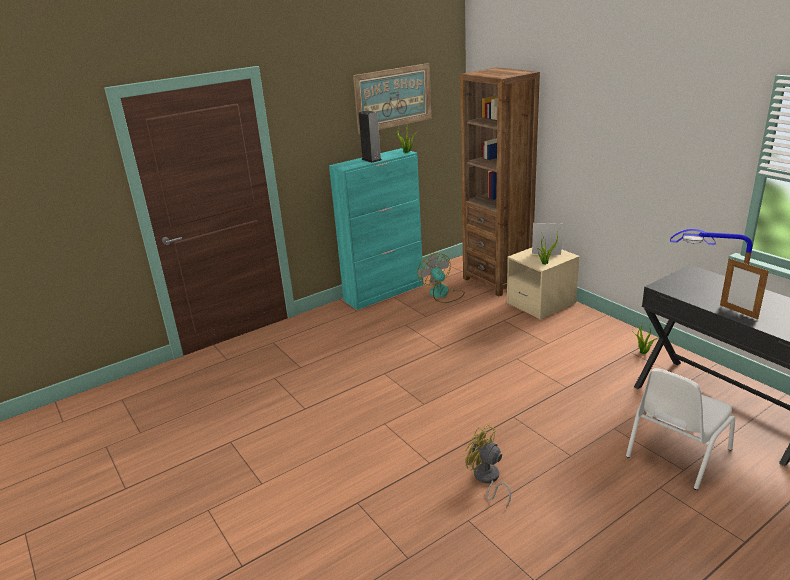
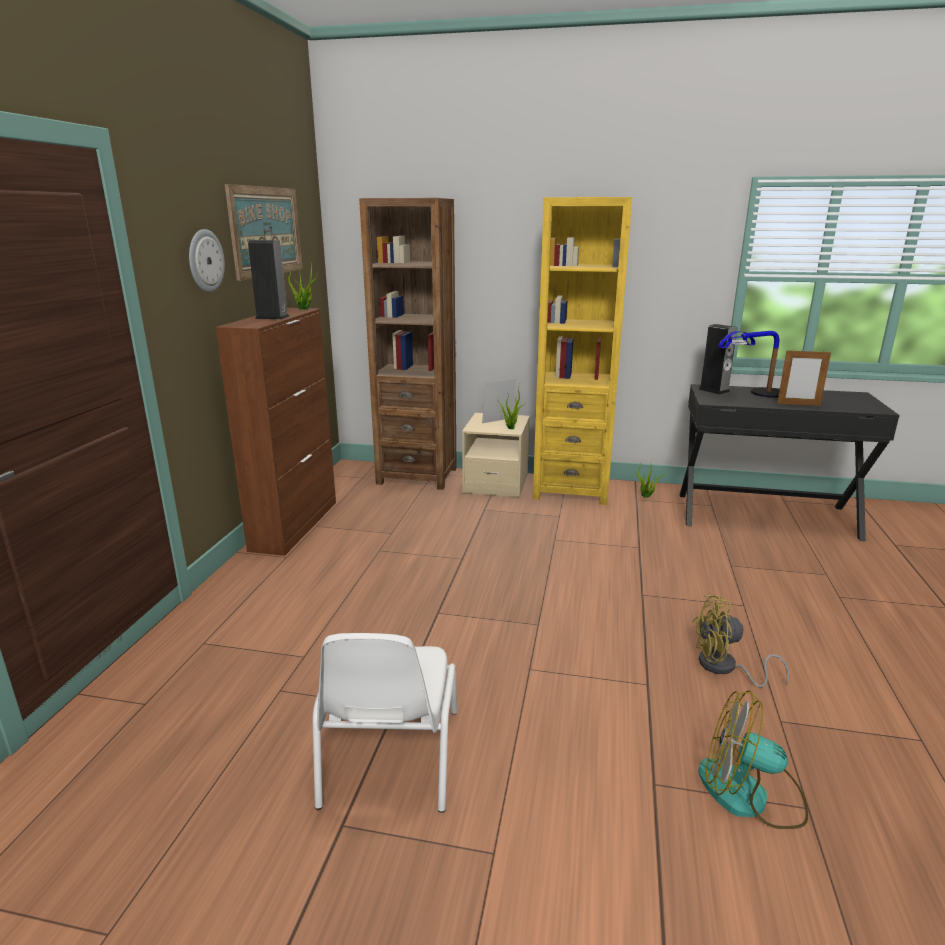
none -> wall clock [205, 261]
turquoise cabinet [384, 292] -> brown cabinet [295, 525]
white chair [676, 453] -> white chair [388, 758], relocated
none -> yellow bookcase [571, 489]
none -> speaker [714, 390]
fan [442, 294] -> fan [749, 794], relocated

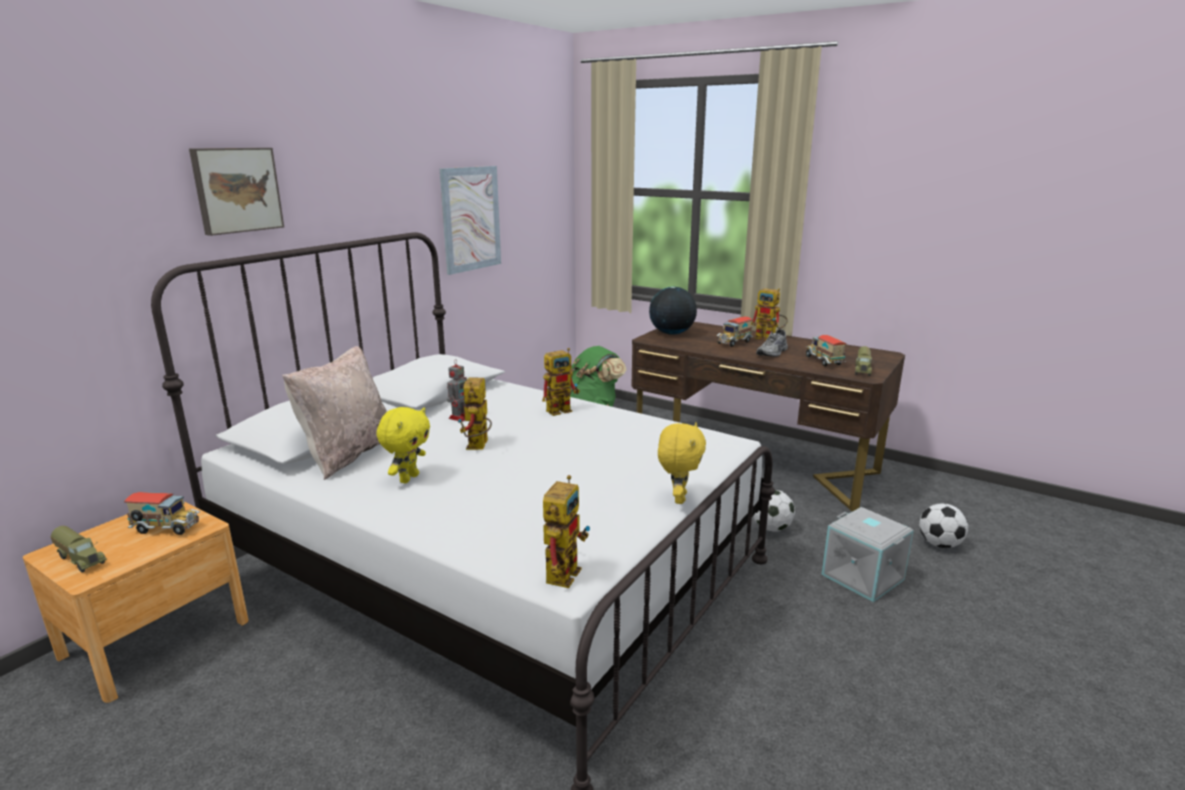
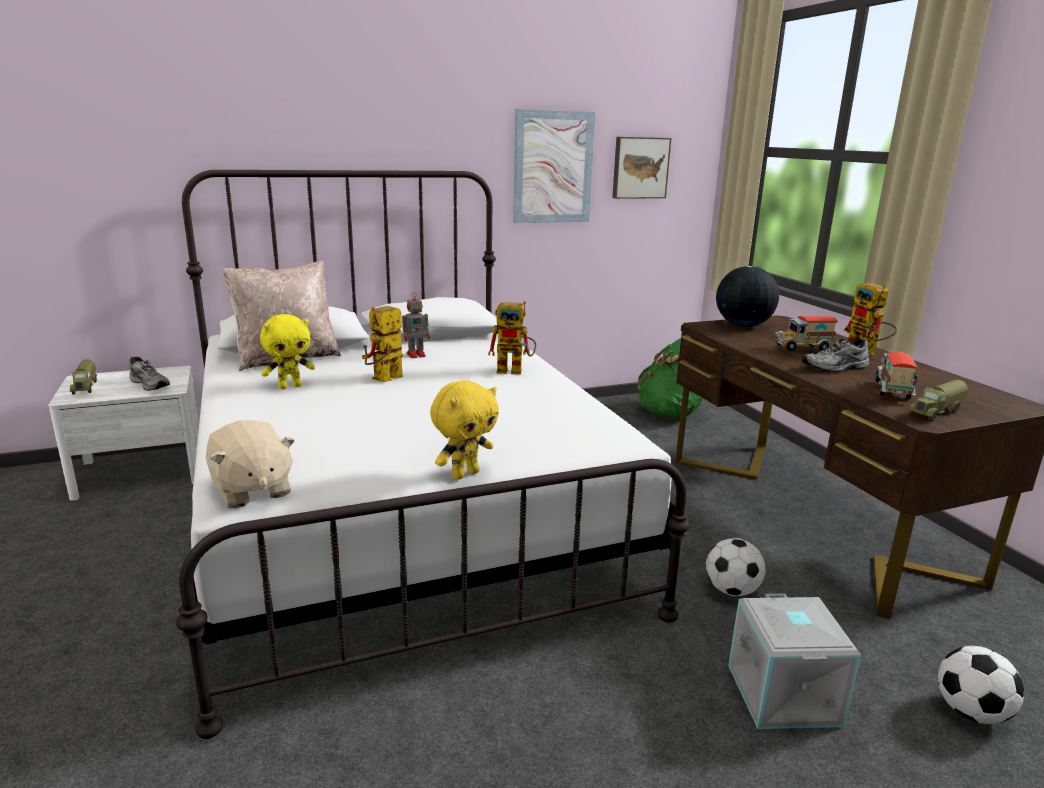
brown nightstand [156, 638] -> white nightstand [141, 472]
toy truck [166, 529] -> grey shoe [151, 384]
toy robot [563, 570] -> beige plush toy [251, 490]
picture [236, 190] -> picture [639, 167], relocated

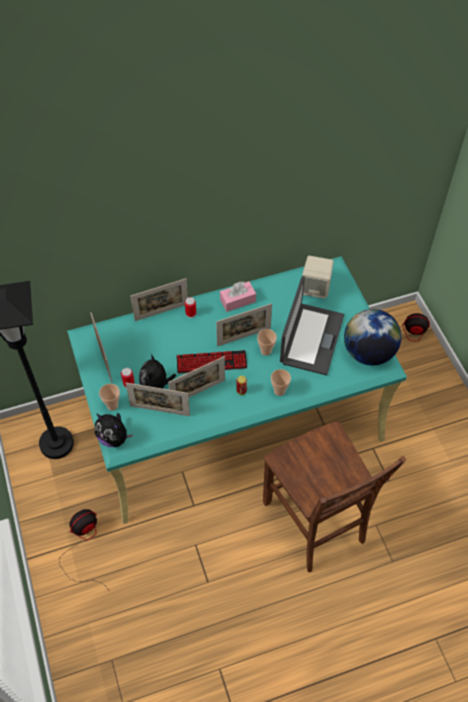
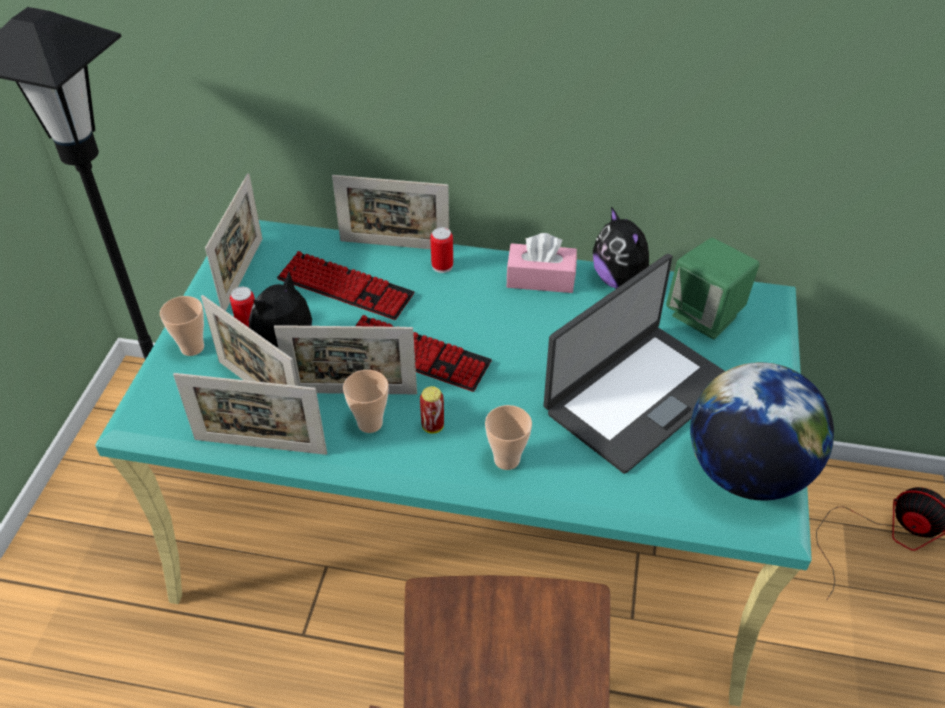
picture frame [244, 337] -> picture frame [260, 446], relocated
none -> keyboard [345, 287]
cup [266, 351] -> cup [370, 423], relocated
plush toy [114, 438] -> plush toy [620, 280], relocated
beige speaker [315, 288] -> green speaker [705, 316]
fan [83, 544] -> none

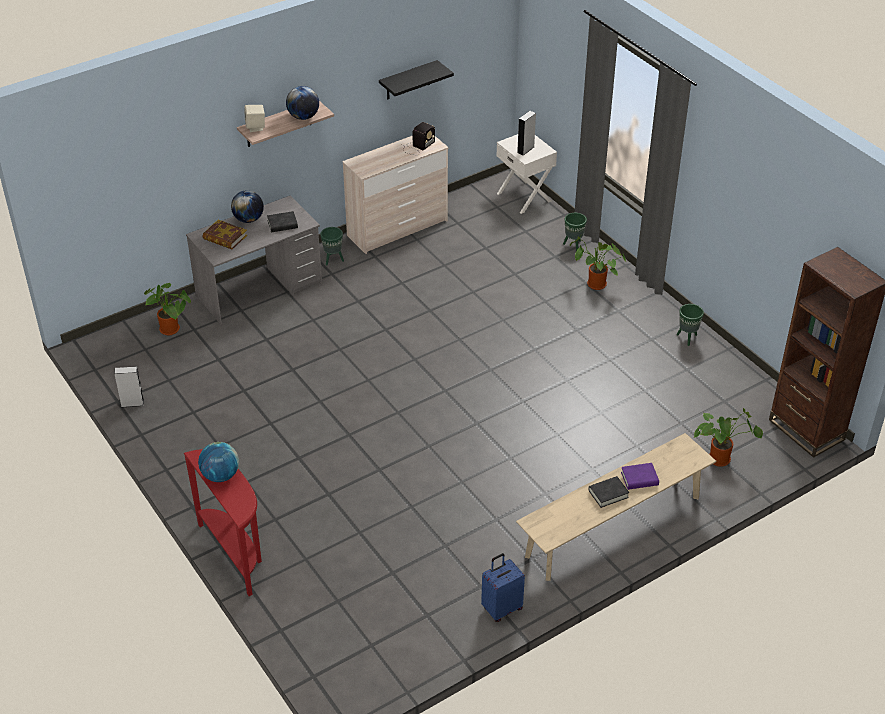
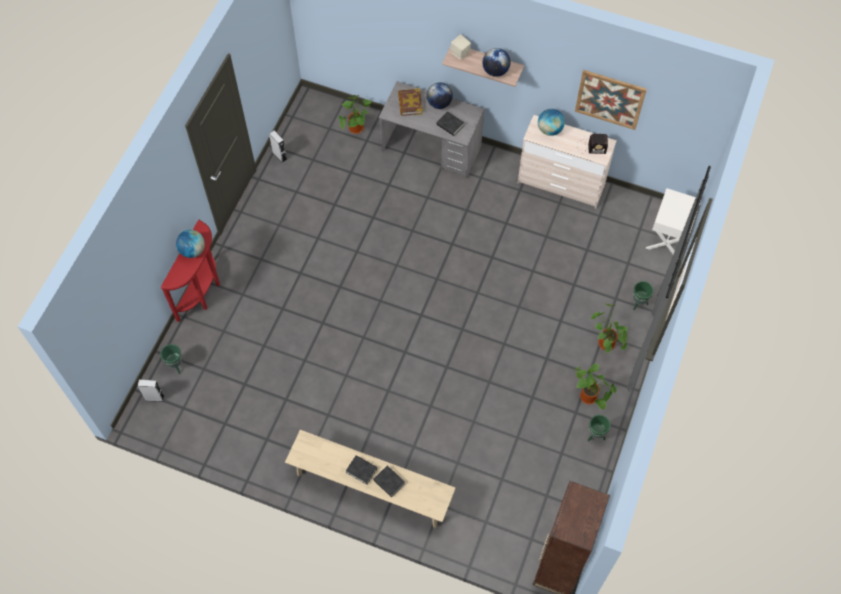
grey speaker [525, 149] -> grey speaker [154, 398], relocated
green planter [333, 260] -> green planter [176, 366], relocated
purple book [639, 479] -> black book [389, 482]
none -> globe [549, 130]
potted plant [721, 458] -> potted plant [590, 397], relocated
black shelf [408, 80] -> picture [610, 99]
blue suitcase [501, 608] -> none

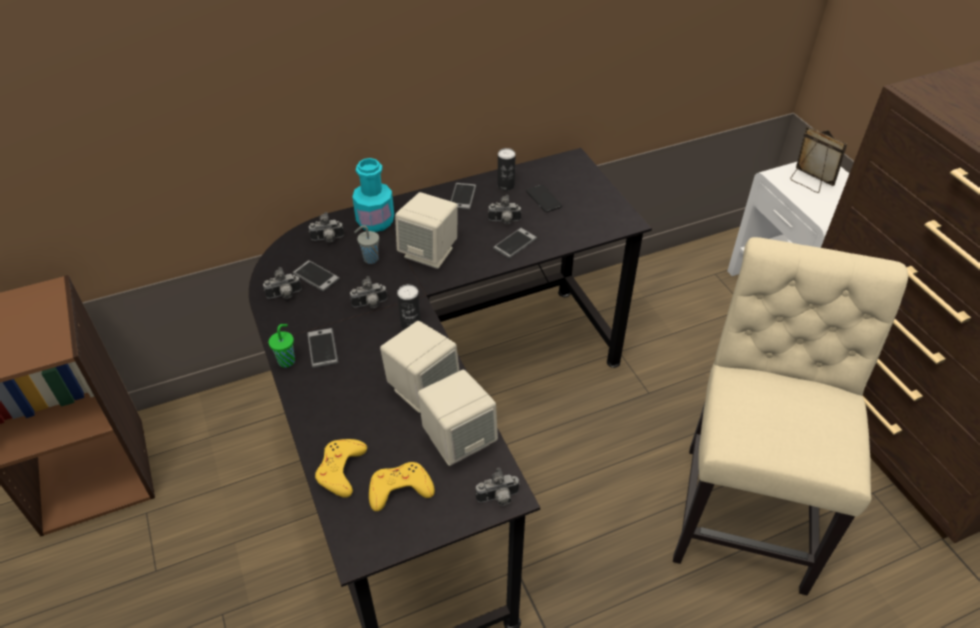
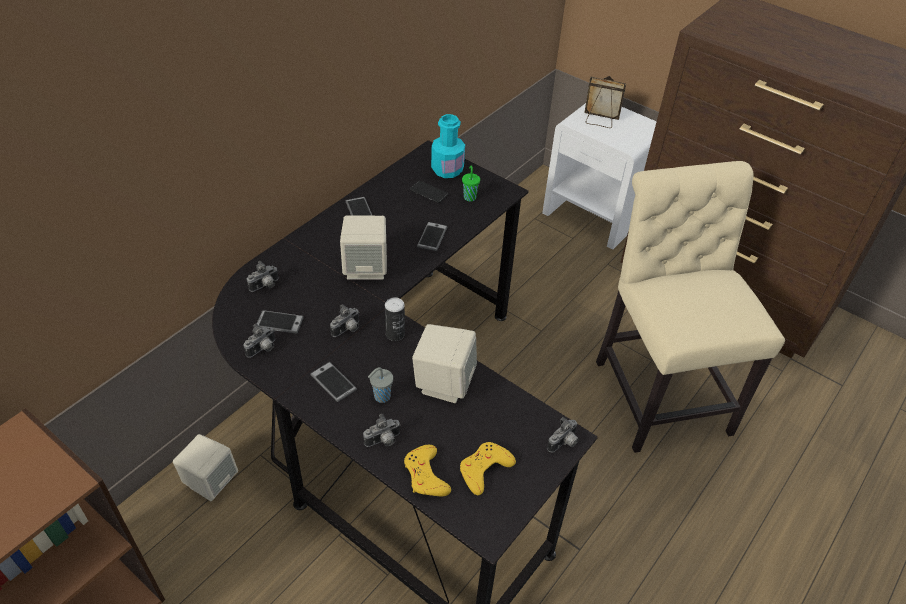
beige speaker [458, 440] -> beige speaker [211, 481], relocated
photo camera [504, 221] -> photo camera [383, 441], relocated
grey cup [370, 259] -> grey cup [381, 397], relocated
turquoise bottle [375, 221] -> turquoise bottle [447, 169], relocated
green cup [287, 360] -> green cup [469, 197], relocated
can [506, 186] -> none

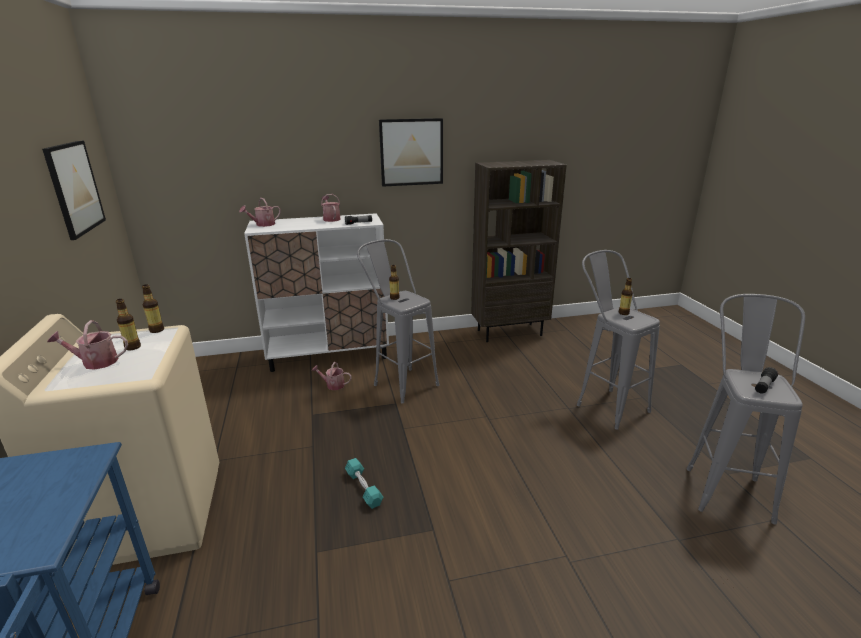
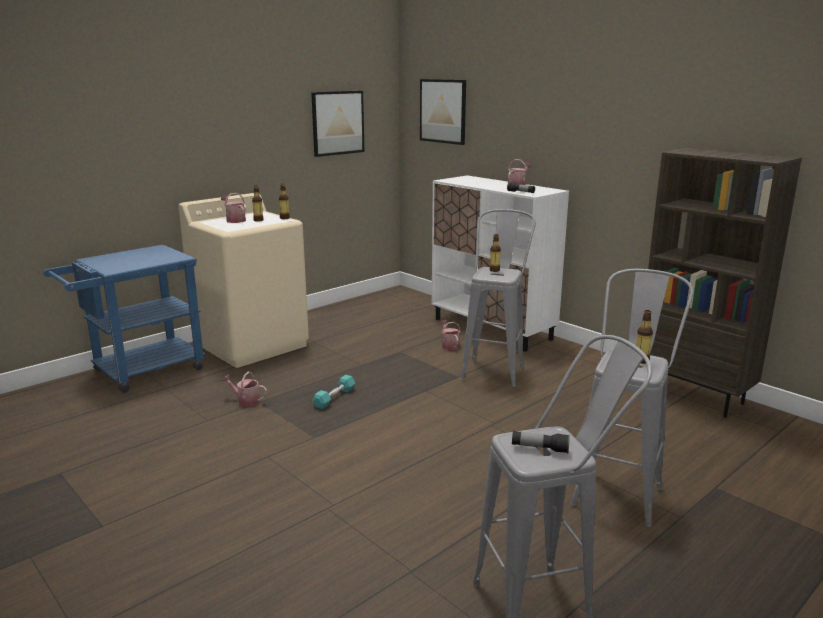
watering can [263, 225] -> watering can [246, 400], relocated
picture [411, 152] -> picture [443, 111], relocated

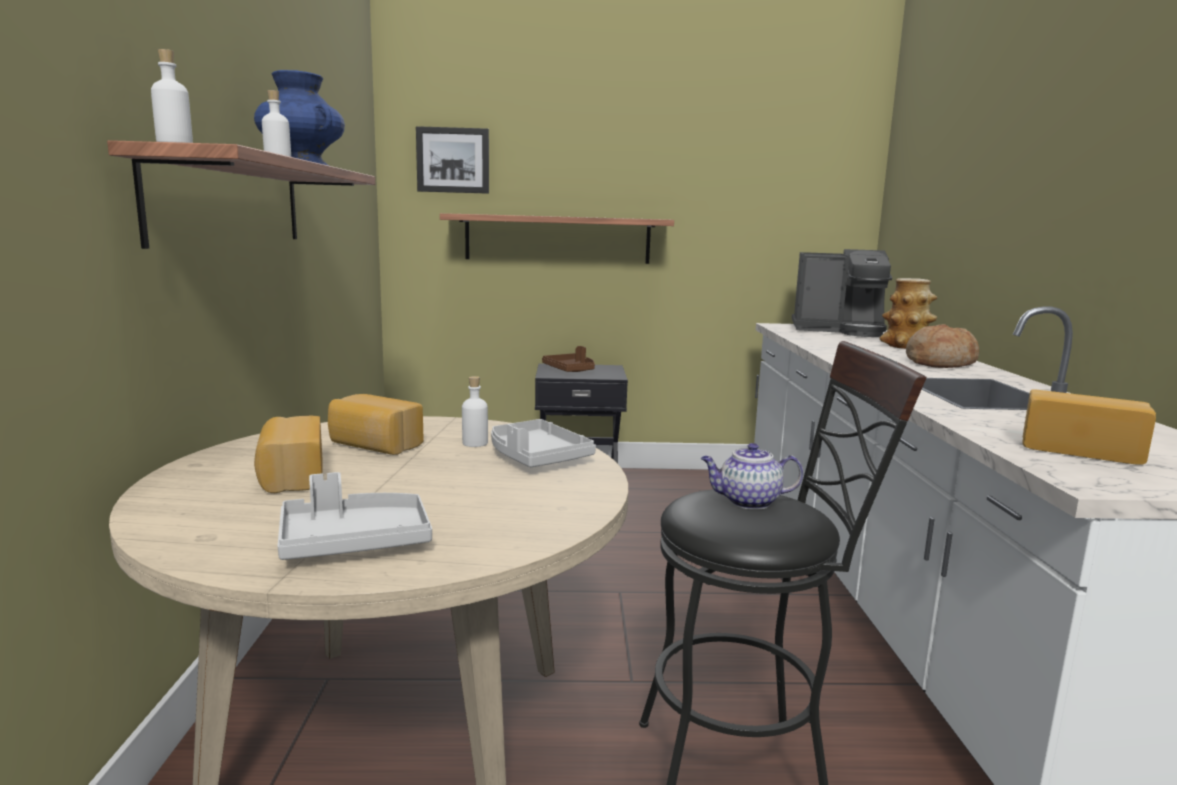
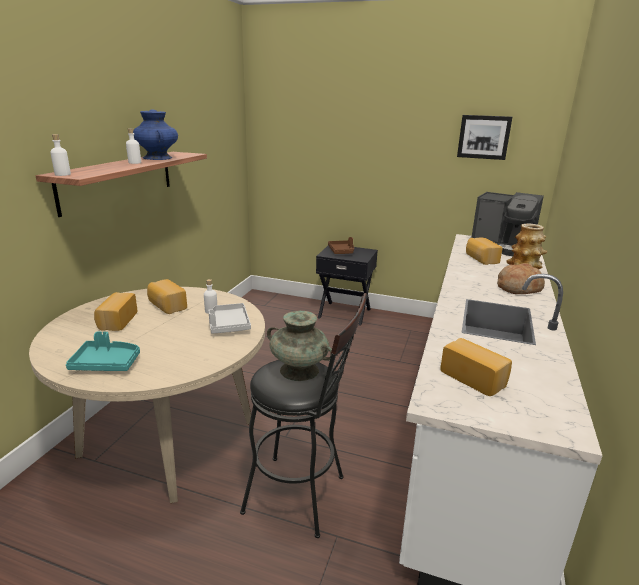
grey tray [354, 542] -> turquoise tray [106, 363]
teapot [747, 502] -> turquoise vase [299, 370]
picture [453, 160] -> picture [483, 137], relocated
none -> bread [481, 259]
shelf [558, 239] -> none

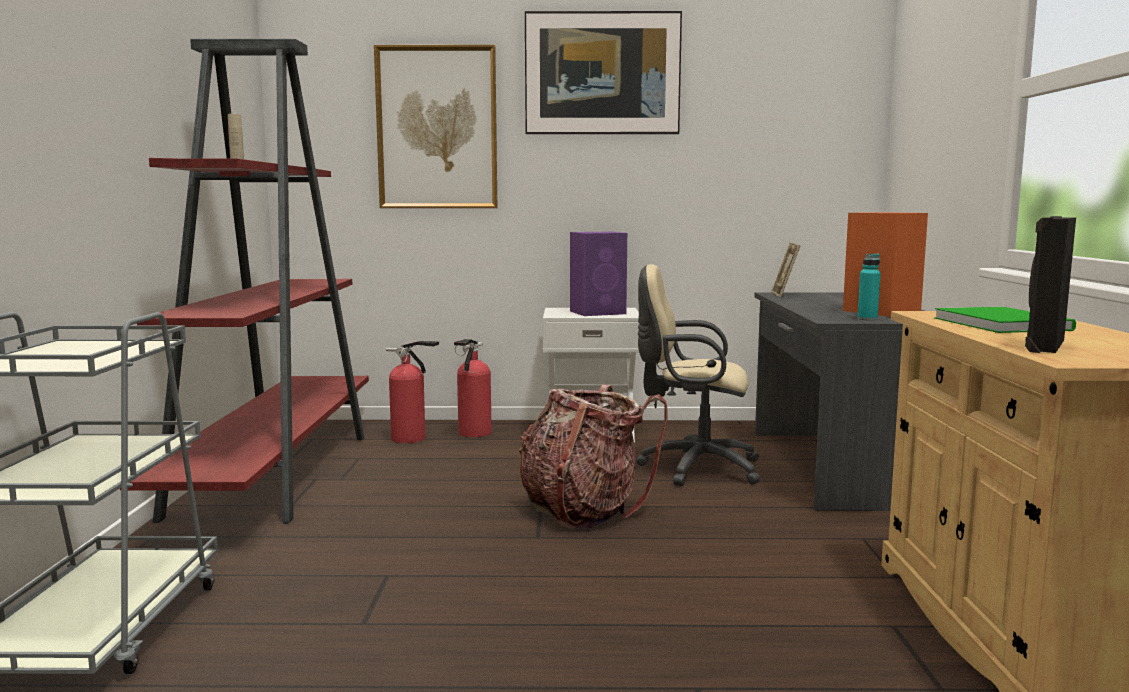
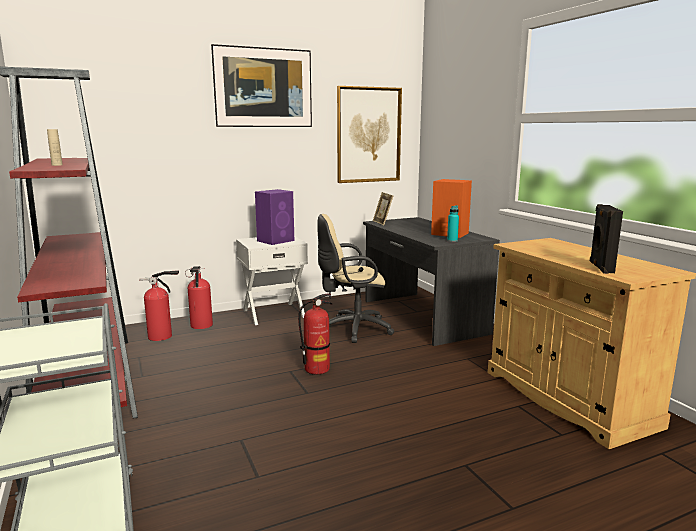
backpack [583, 510] -> fire extinguisher [317, 369]
picture [437, 128] -> picture [368, 135], relocated
green book [1001, 323] -> none

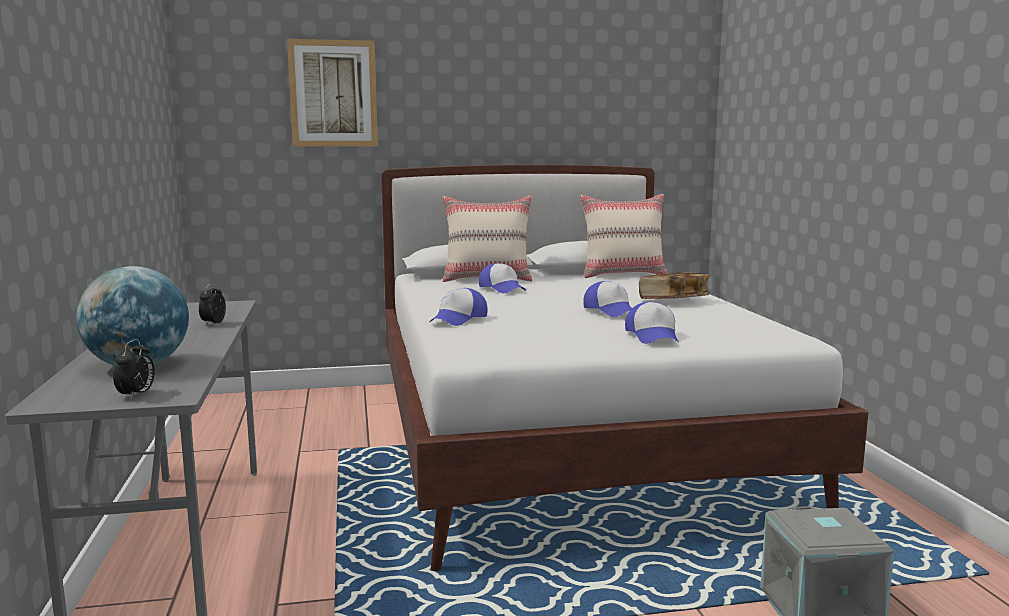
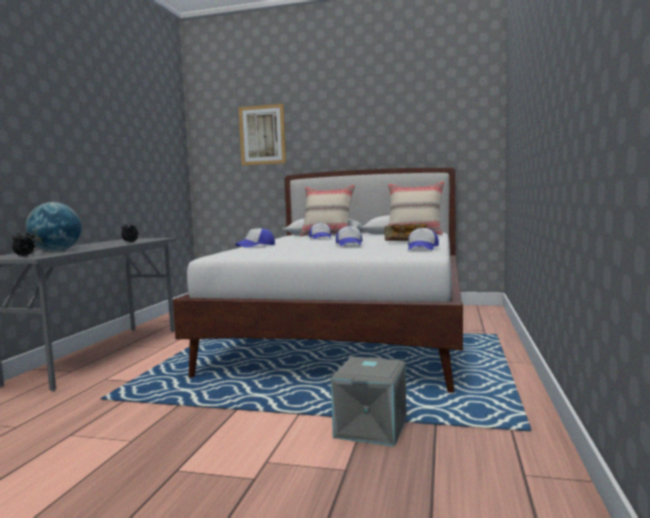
cap [653, 336] -> cap [422, 248], relocated

